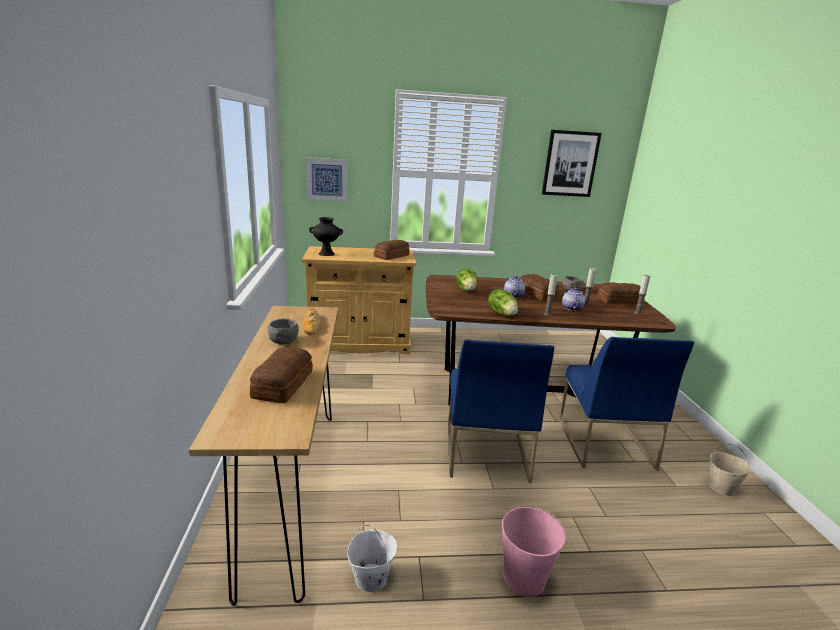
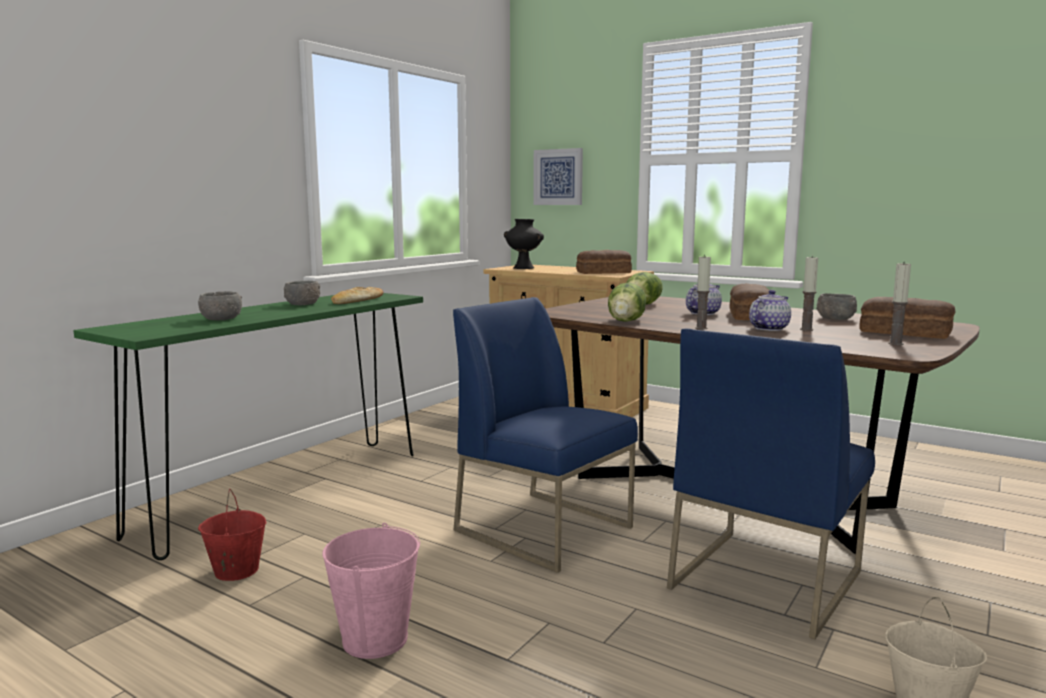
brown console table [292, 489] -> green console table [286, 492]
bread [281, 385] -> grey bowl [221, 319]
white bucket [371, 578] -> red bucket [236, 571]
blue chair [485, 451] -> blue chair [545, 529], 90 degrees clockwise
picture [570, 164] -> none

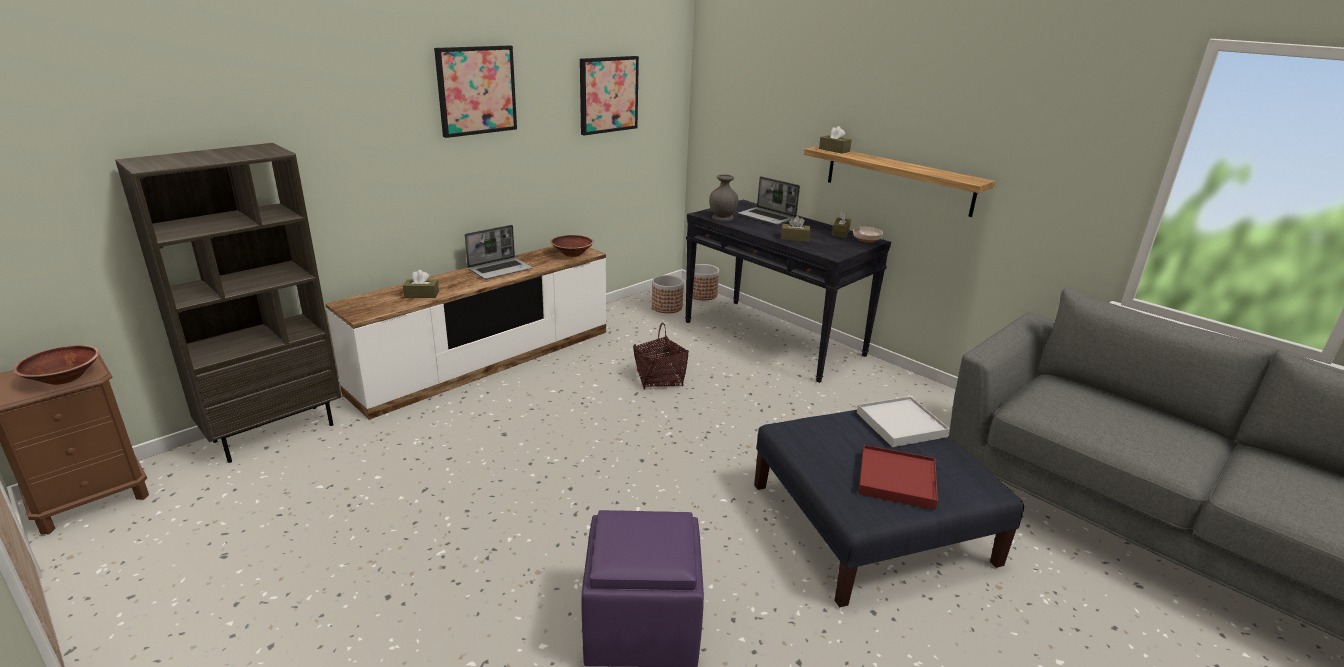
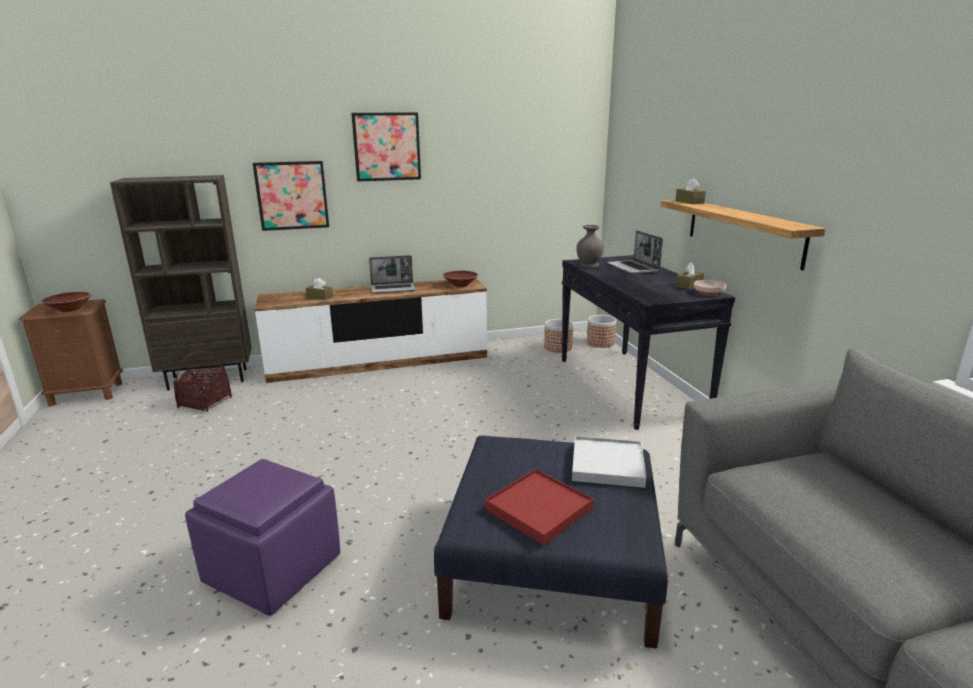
basket [659, 379] -> basket [205, 403], relocated
picture [608, 94] -> picture [292, 195], relocated
brown tissue box [794, 238] -> none

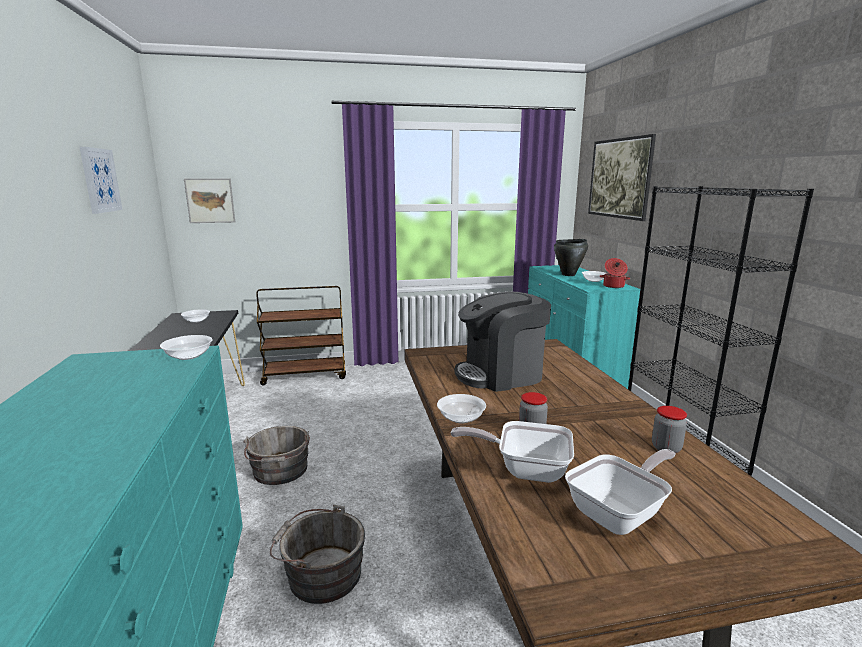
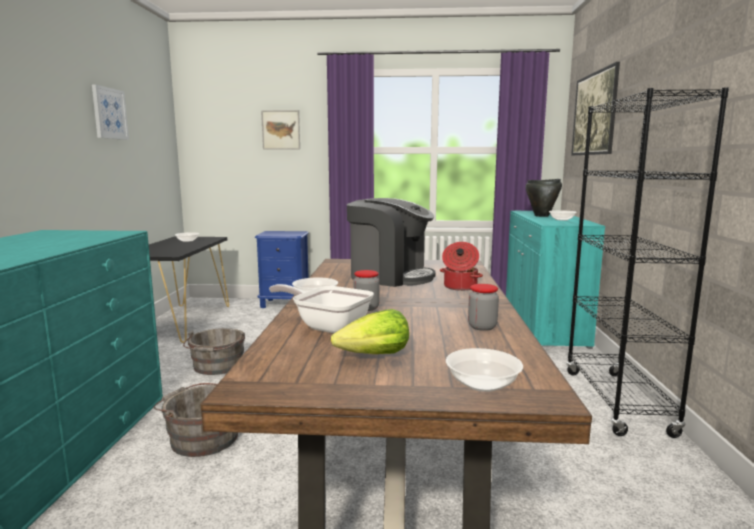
brown cart [305, 375] -> blue nightstand [285, 304]
picture [210, 200] -> picture [281, 130], relocated
frying pan [620, 513] -> lettuce [375, 355]
coffee machine [501, 374] -> coffee machine [390, 276], 150 degrees counterclockwise
cooking pot [613, 286] -> cooking pot [459, 287], relocated
bowl [189, 356] -> bowl [483, 384], relocated

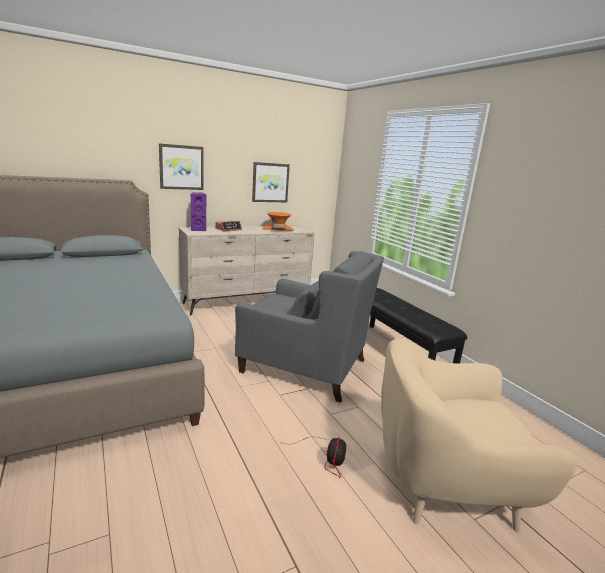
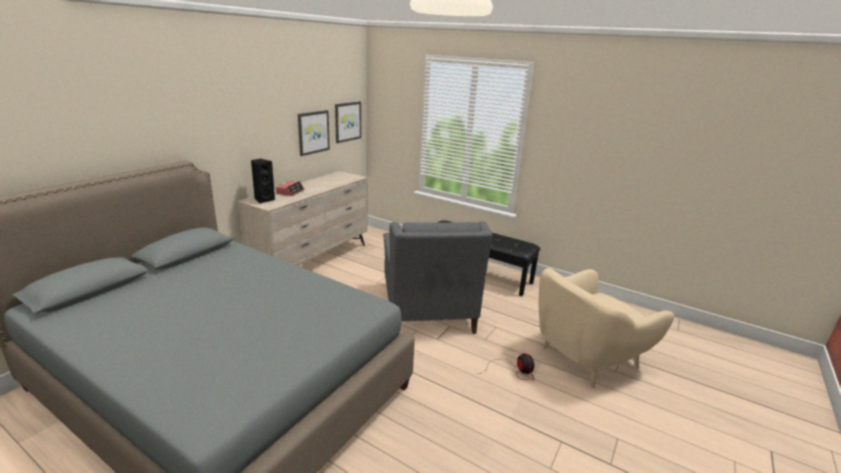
purple speaker [198, 229] -> black speaker [264, 199]
picture [181, 167] -> picture [347, 121], relocated
grey armchair [304, 366] -> grey armchair [428, 308], 90 degrees clockwise
orange hat [278, 229] -> none

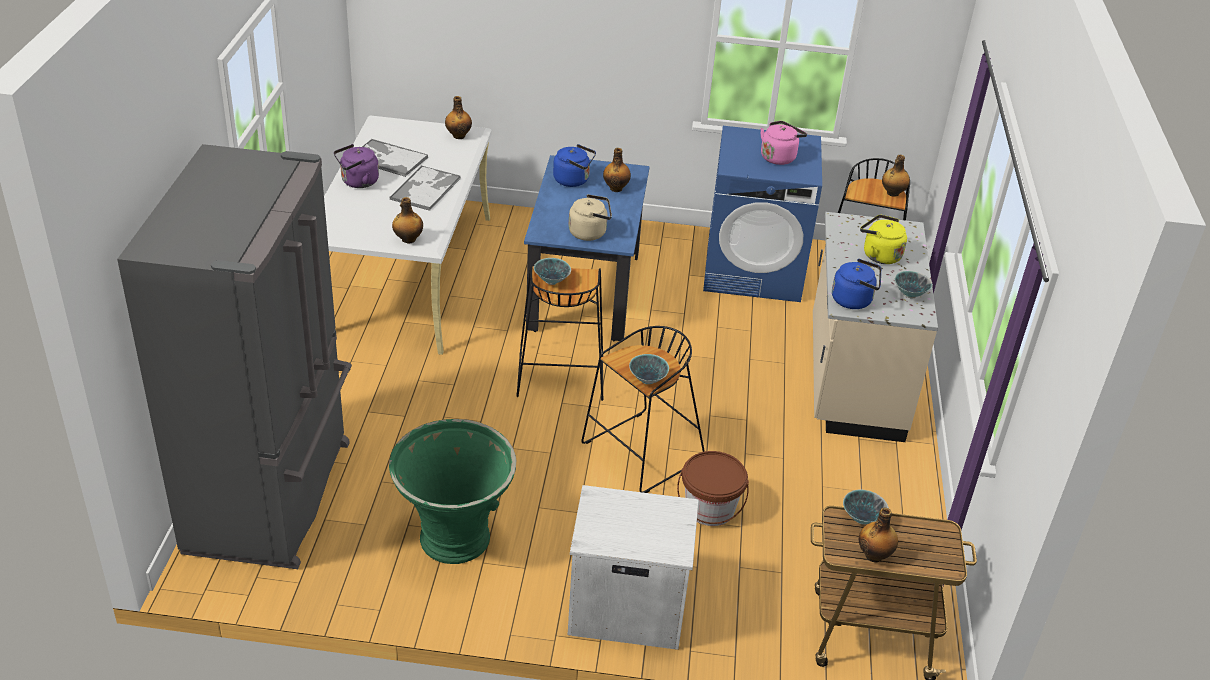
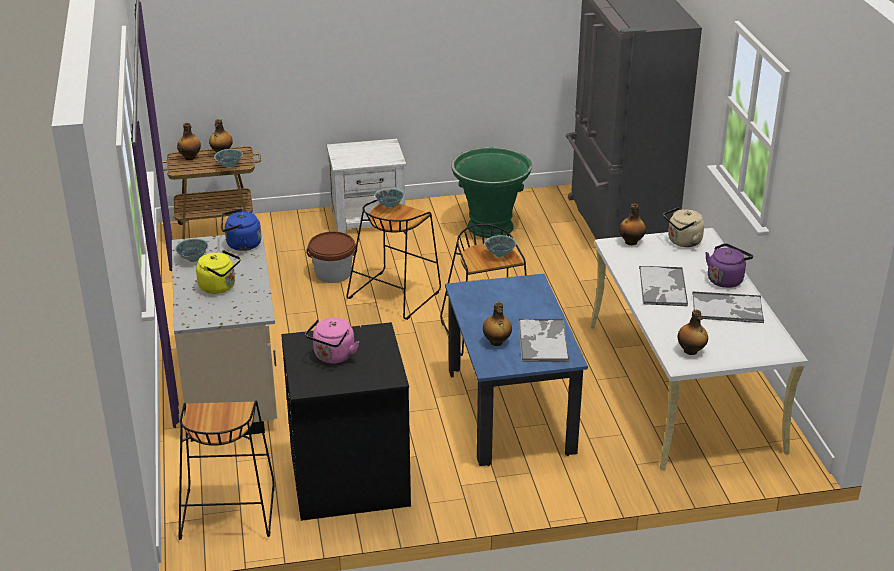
bottle [892, 193] -> bottle [190, 157], relocated
blue washing machine [753, 271] -> black washing machine [348, 479]
blue kettle [573, 180] -> tray [543, 341]
beige kettle [590, 232] -> beige kettle [682, 242], relocated

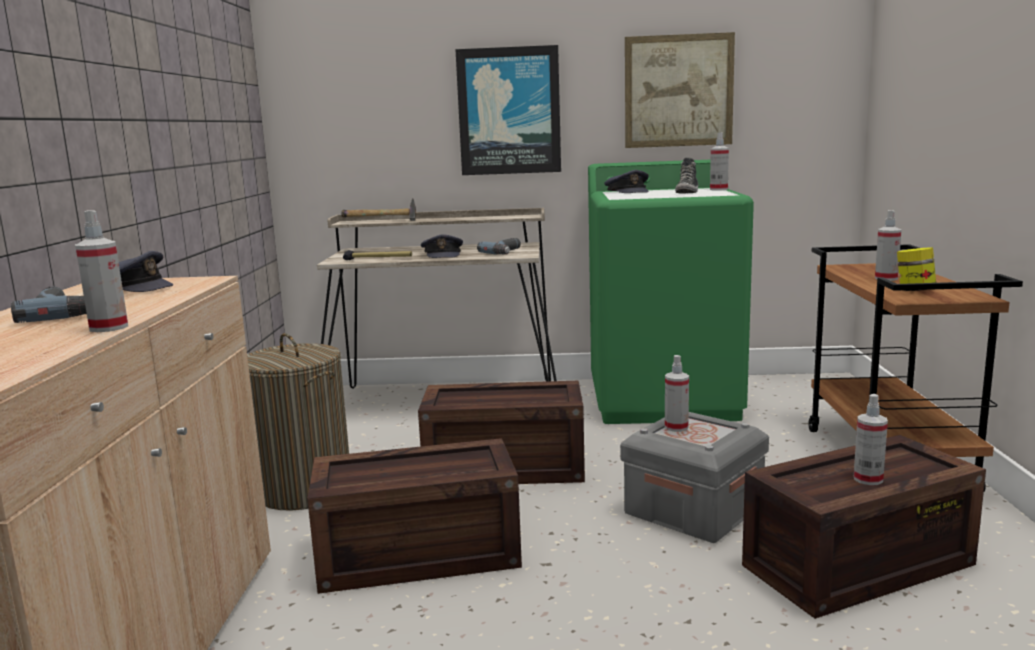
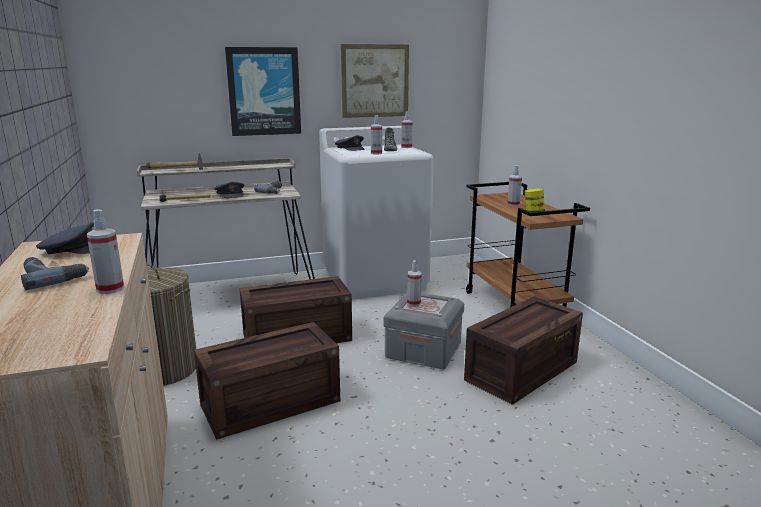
green washing machine [664, 399] -> white washing machine [375, 279]
spray bottle [868, 479] -> spray bottle [376, 153], relocated

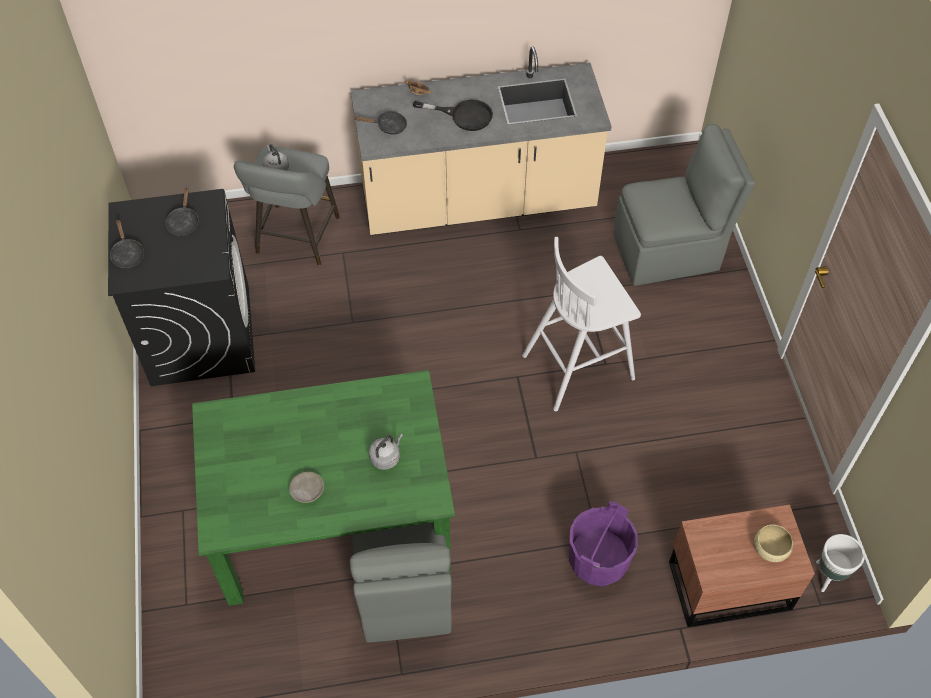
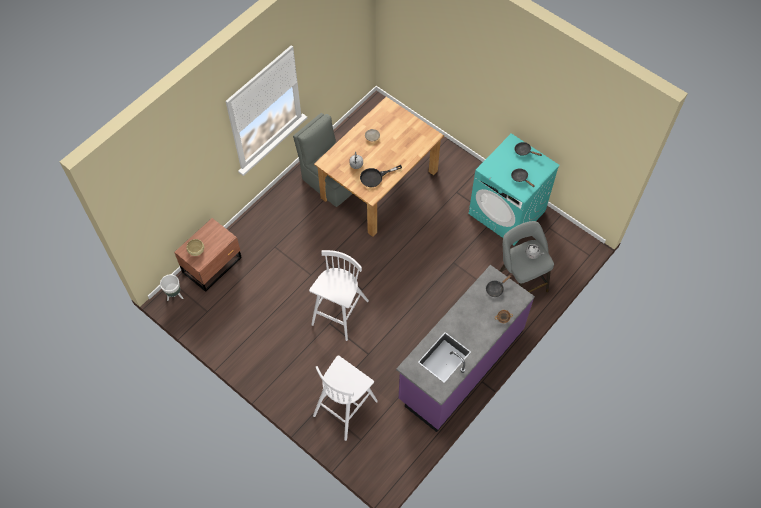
grey chair [669, 252] -> white stool [346, 407]
green dining table [334, 518] -> brown dining table [379, 185]
black frying pan [464, 115] -> black frying pan [375, 177], relocated
beige counter [478, 203] -> purple counter [460, 365]
black washing machine [200, 334] -> turquoise washing machine [507, 212]
purple bucket [598, 561] -> none

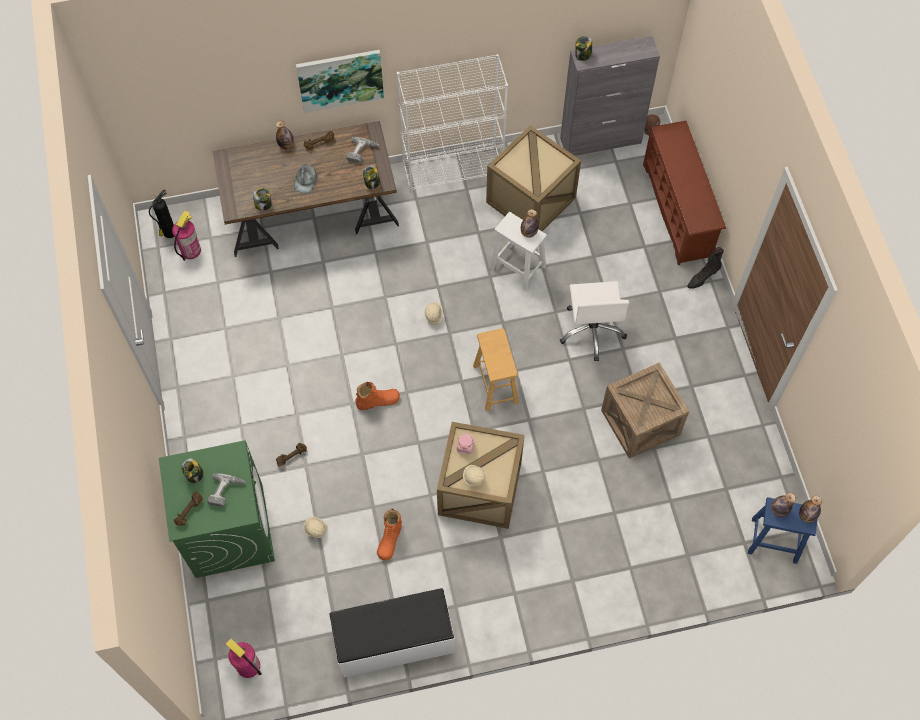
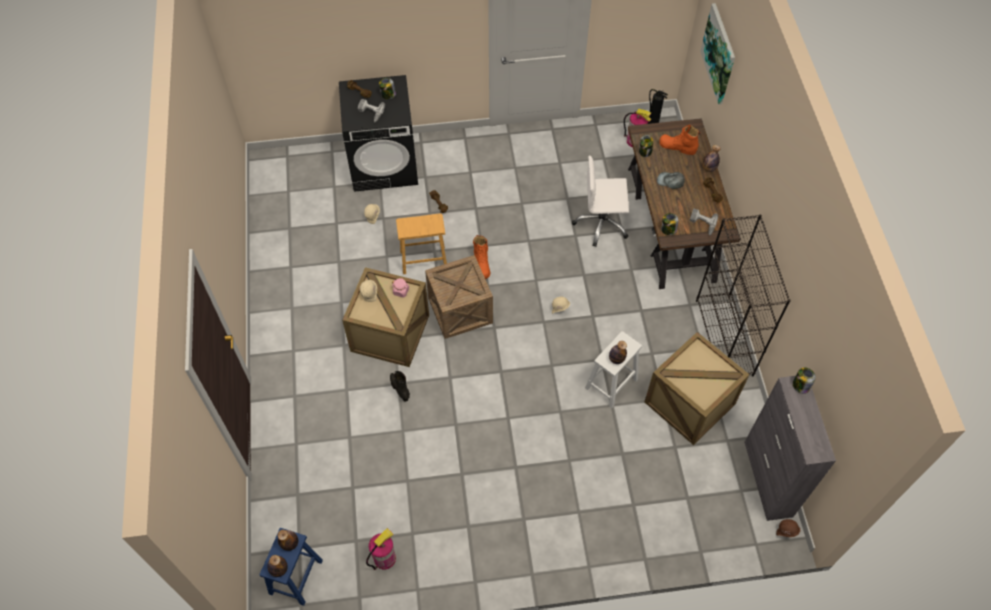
green washing machine [229, 529] -> black washing machine [384, 164]
fire extinguisher [248, 666] -> fire extinguisher [384, 558], relocated
black boot [702, 278] -> black boot [400, 389], relocated
brown stool [496, 384] -> brown stool [423, 259], relocated
crate [640, 422] -> crate [460, 310], relocated
white office chair [592, 331] -> white office chair [601, 224], relocated
orange boot [390, 539] -> orange boot [677, 147], relocated
white bookcase [453, 169] -> black bookcase [724, 338]
picture [340, 79] -> picture [719, 54], relocated
white bench [394, 642] -> none
brown shoe rack [678, 210] -> none

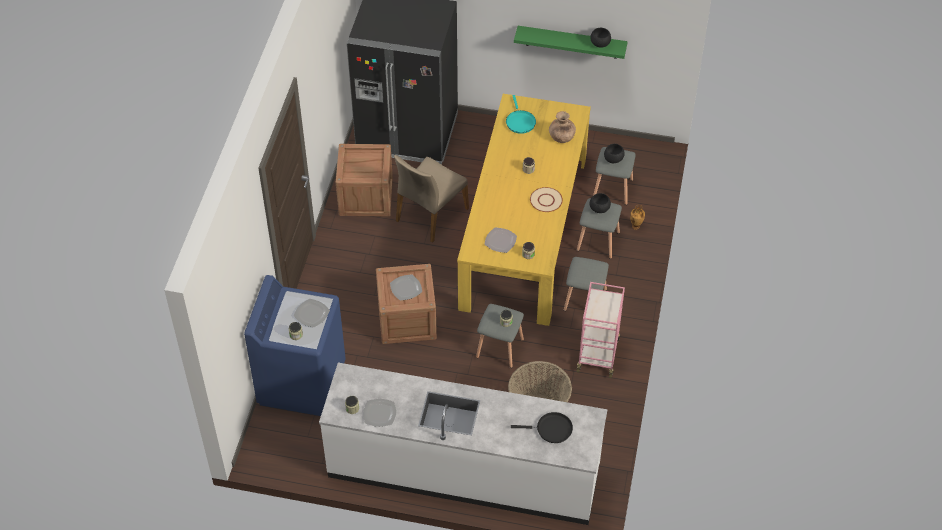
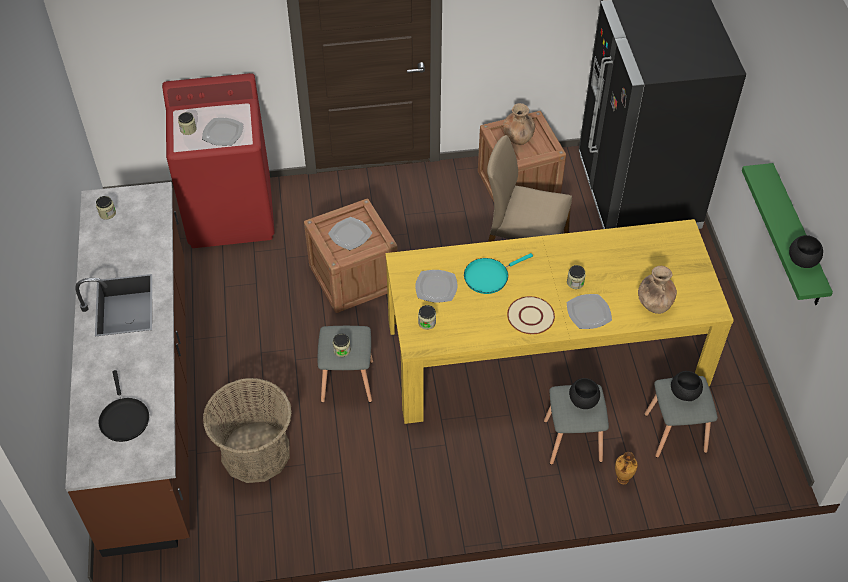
white counter [464, 471] -> brown counter [150, 398]
blue washing machine [302, 382] -> red washing machine [231, 213]
turquoise frying pan [520, 121] -> turquoise frying pan [489, 276], relocated
none -> brown vase [518, 138]
plate [380, 414] -> plate [588, 313], relocated
grey stool [585, 300] -> none
pink cart [598, 353] -> none

